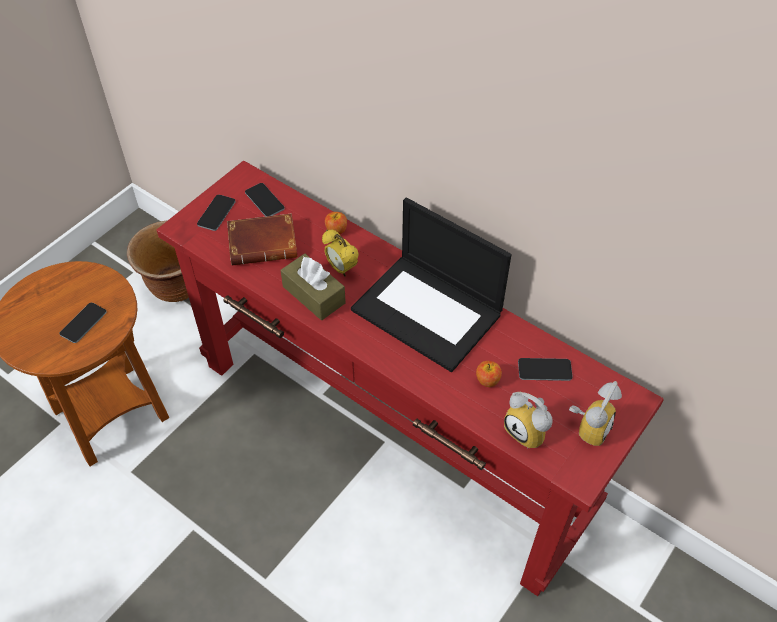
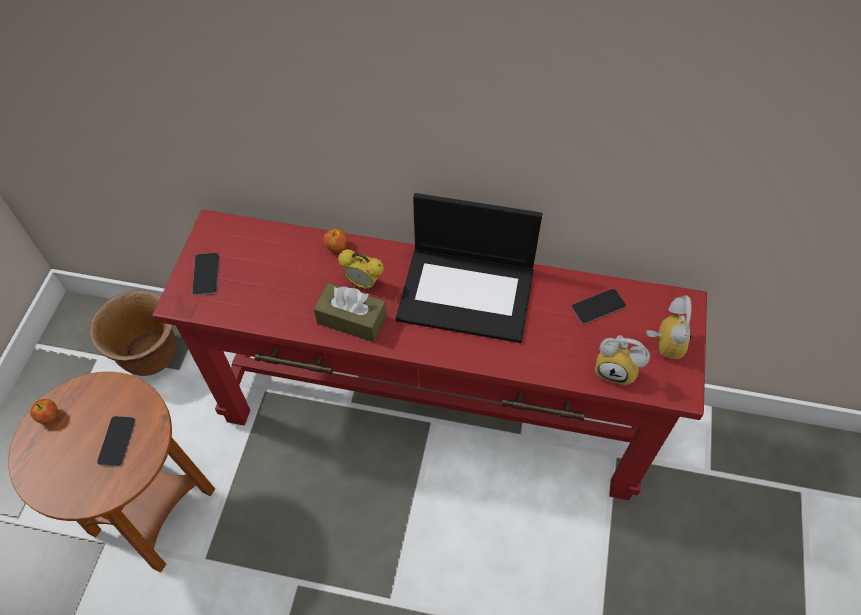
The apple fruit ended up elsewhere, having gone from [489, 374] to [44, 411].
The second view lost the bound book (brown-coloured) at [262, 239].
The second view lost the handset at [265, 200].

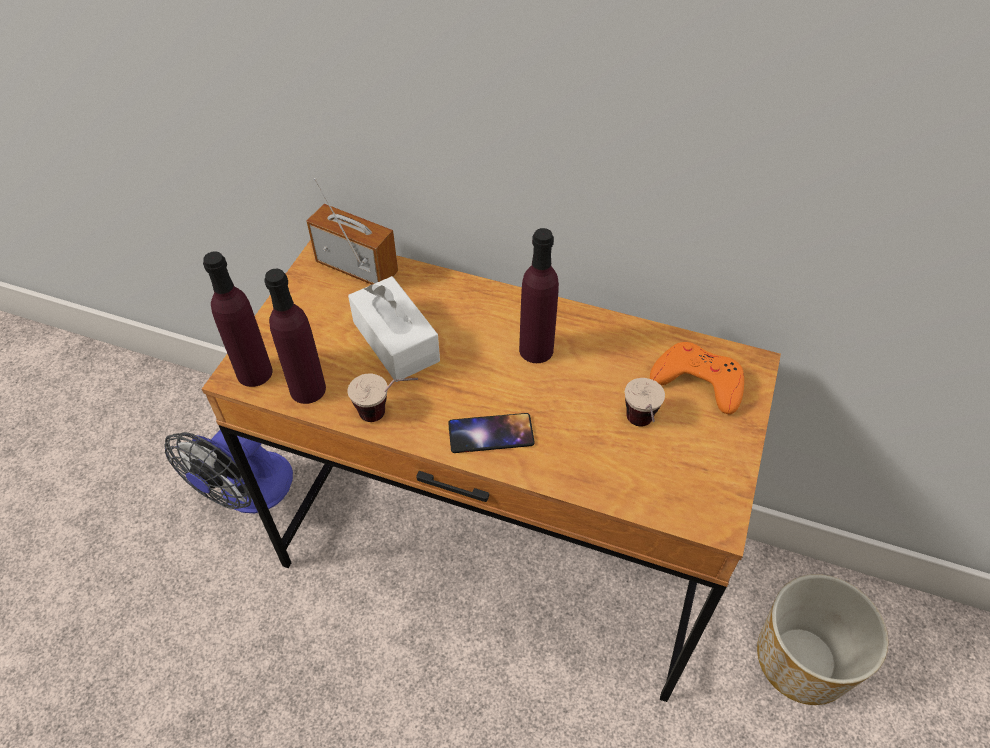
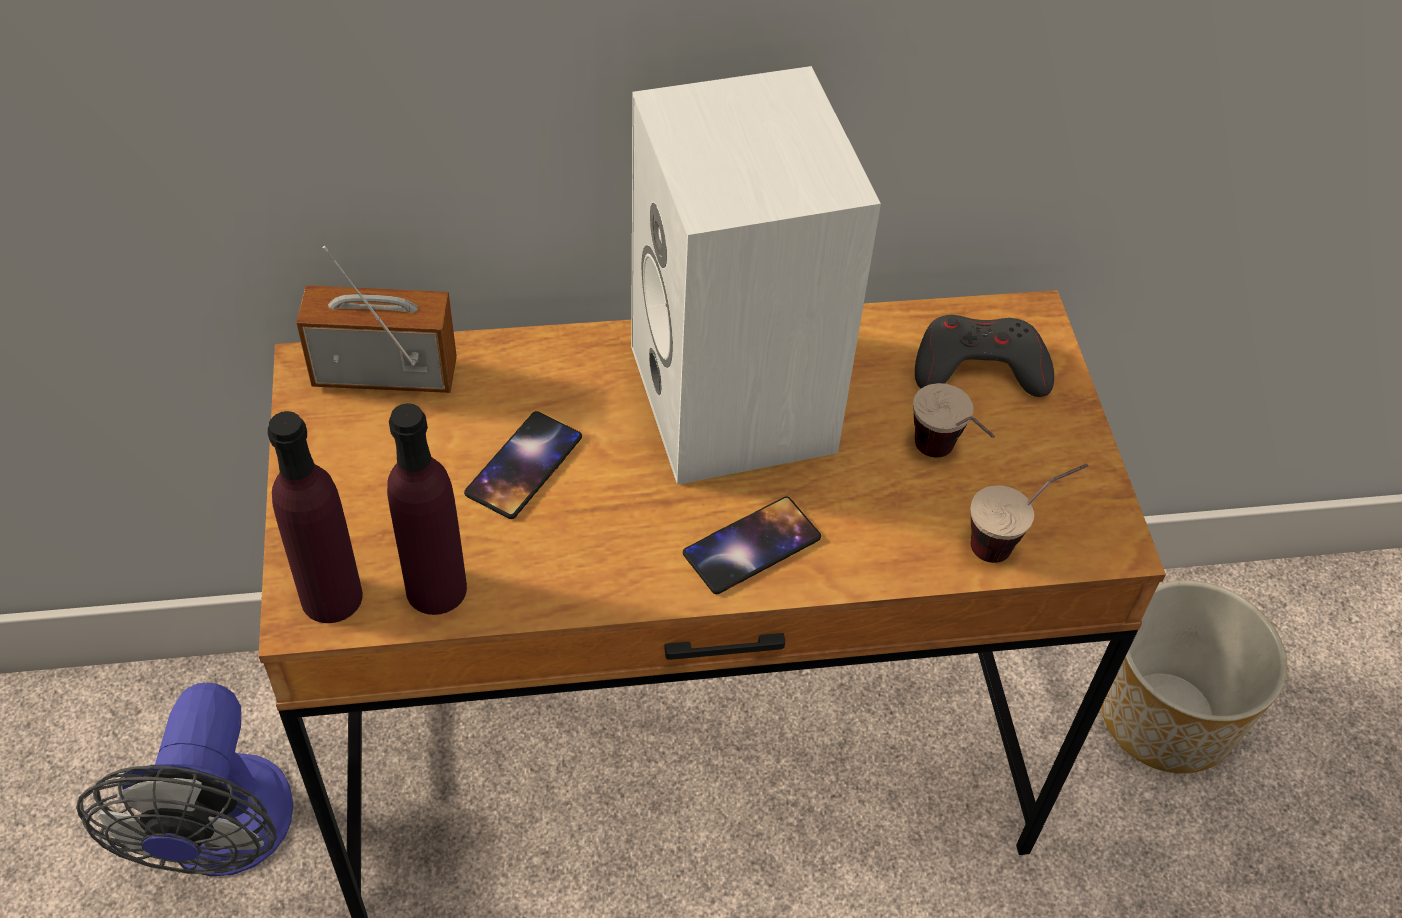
Where the tissue box (white) stood at [394, 329], the handset came to stand at [523, 465].
Where the drink bottle (purple-coloured) stood at [539, 295], the audio speaker (white) came to stand at [756, 275].
What was the gamepad (orange) at [697, 378] turned into the gamepad (gray) at [984, 356].
The drinking cup ended up elsewhere, having gone from [383, 397] to [1029, 513].

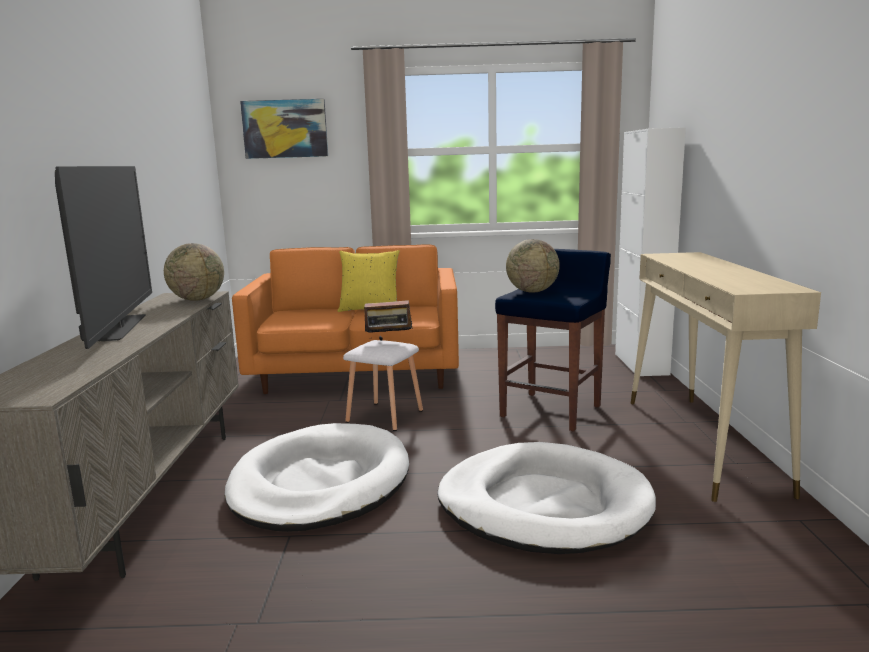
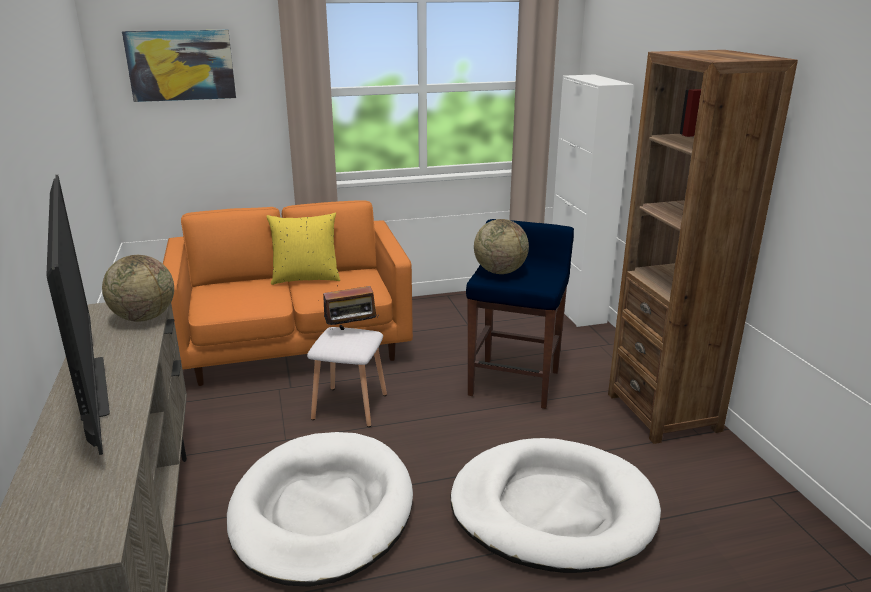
Where the console table (beige-coloured) stood at [726, 377], the bookcase (brown-coloured) came to stand at [703, 247].

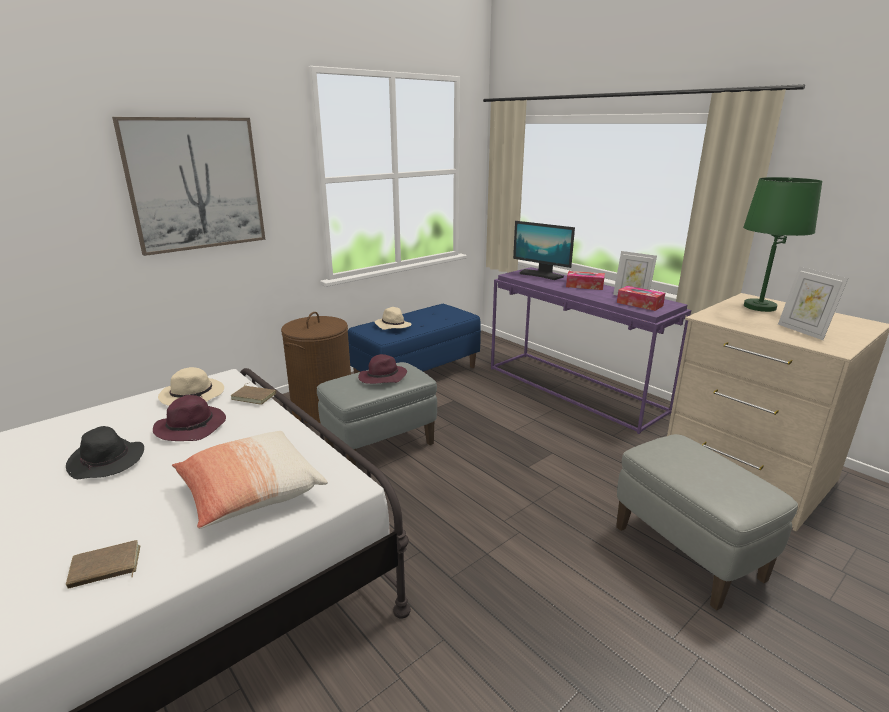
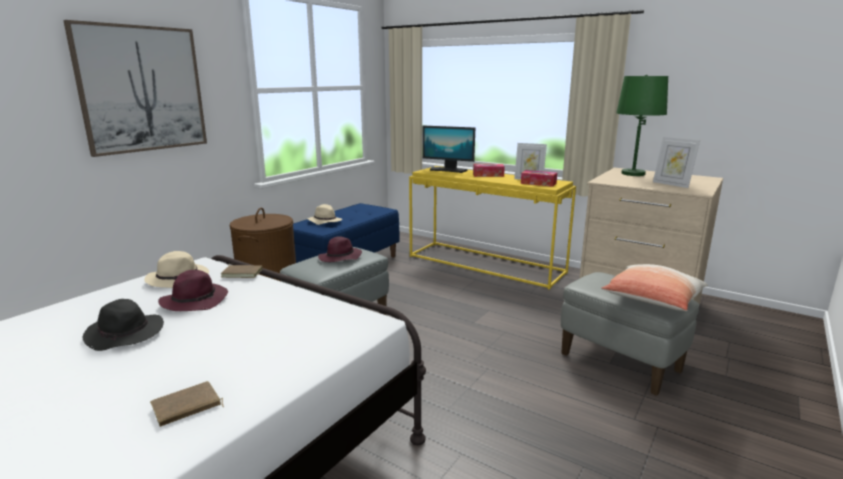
What was the console table (purple-coloured) at [591, 350] turned into the console table (yellow) at [492, 228].
The cushion ended up elsewhere, having gone from [250, 480] to [654, 287].

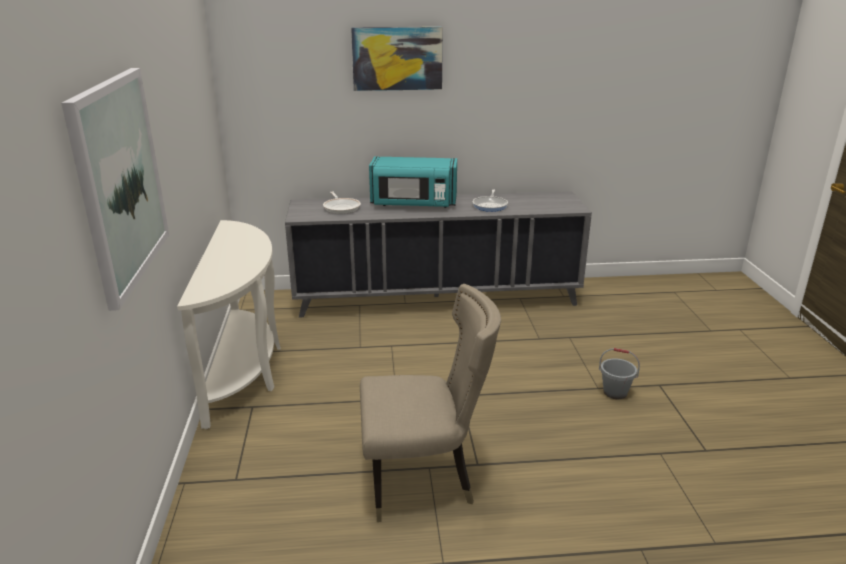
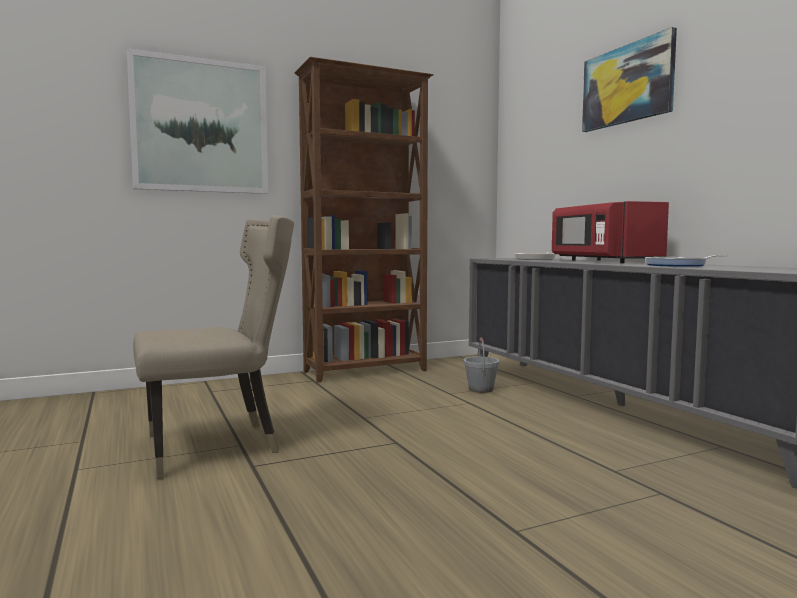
The chair (beige-coloured) at [430, 403] ended up facing another way, 90 degrees counterclockwise from before.
Where the console table (white) stood at [229, 324], the bookcase (brown-coloured) came to stand at [364, 219].
The bucket (gray) ended up elsewhere, having gone from [619, 373] to [481, 365].
What was the kitchen microwave (blue-green) at [413, 182] turned into the kitchen microwave (reddish) at [610, 232].

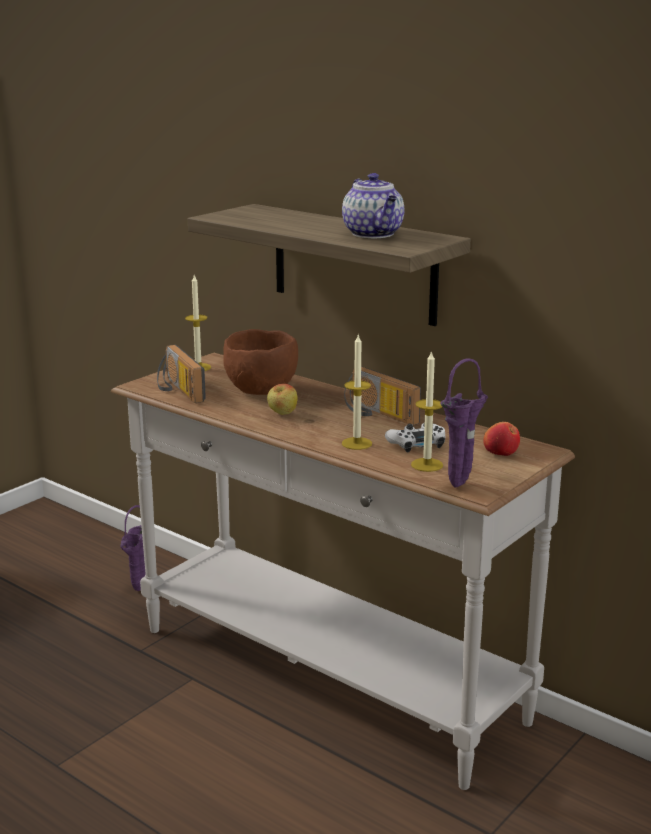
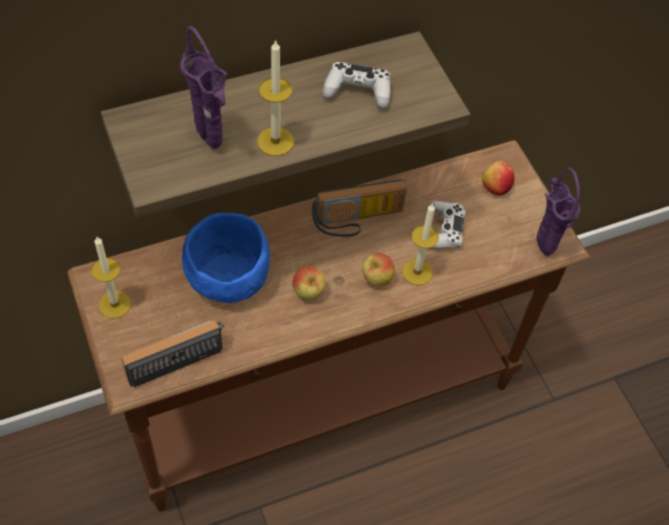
What was the console table (white) at [343, 571] turned into the console table (brown-coloured) at [329, 326].
The radio set at [181, 374] ended up facing another way, 150 degrees clockwise from before.
The decorative vase (purple-coloured) ended up elsewhere, having gone from [132, 548] to [204, 87].
What was the bowl (brown-coloured) at [260, 362] turned into the bowl (bluish) at [226, 258].
The wax light ended up elsewhere, having gone from [427, 411] to [275, 97].
Where the teapot stood at [373, 205], the gamepad (white) came to stand at [356, 85].
The second view gained the apple fruit at [378, 269].

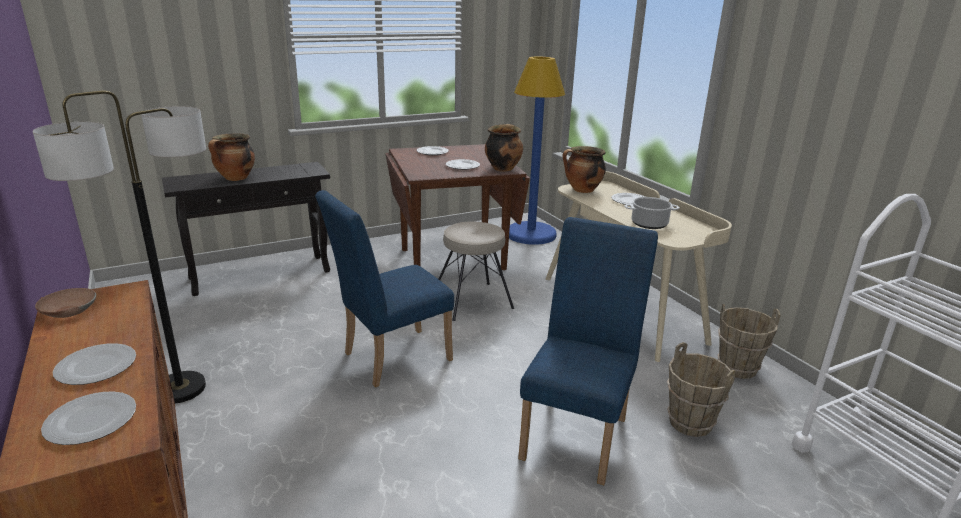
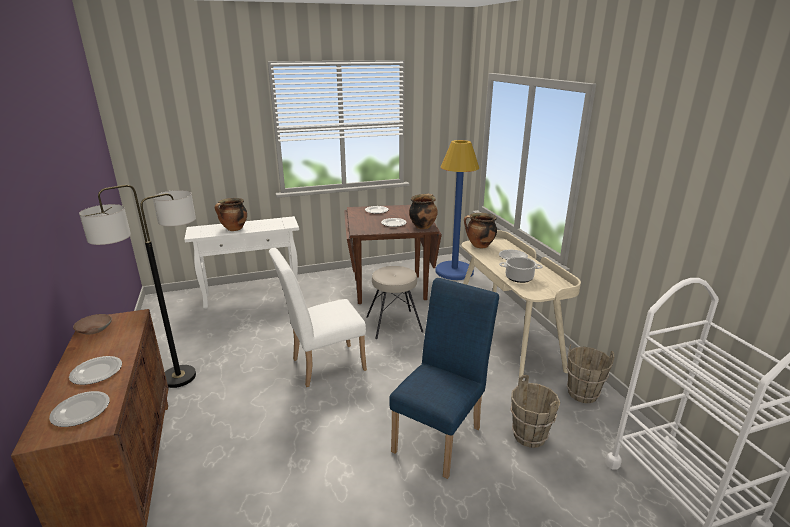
What was the console table (blackish) at [246, 229] turned into the console table (white) at [241, 262].
What was the chair (bluish) at [384, 288] turned into the chair (white) at [318, 317].

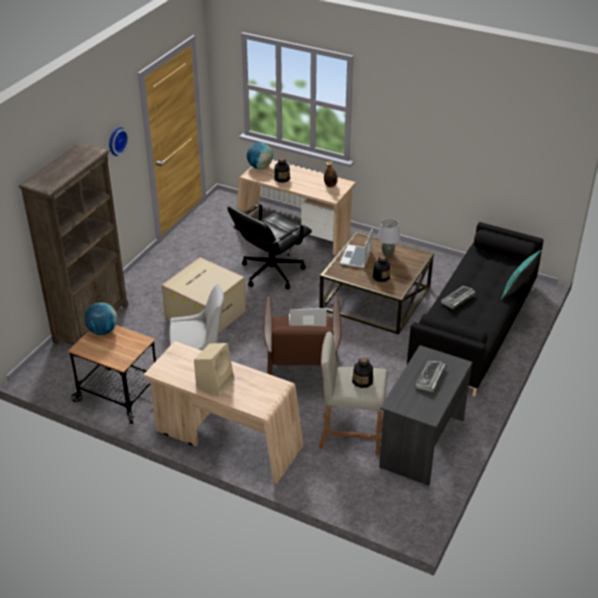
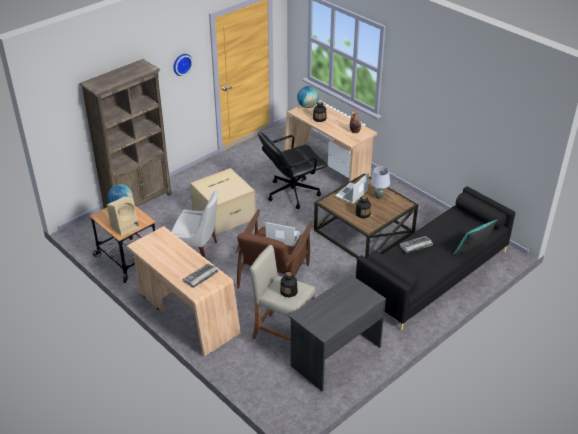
The audio speaker (beige-coloured) ended up elsewhere, having gone from [214, 369] to [123, 216].
The PC keyboard ended up elsewhere, having gone from [430, 376] to [200, 275].

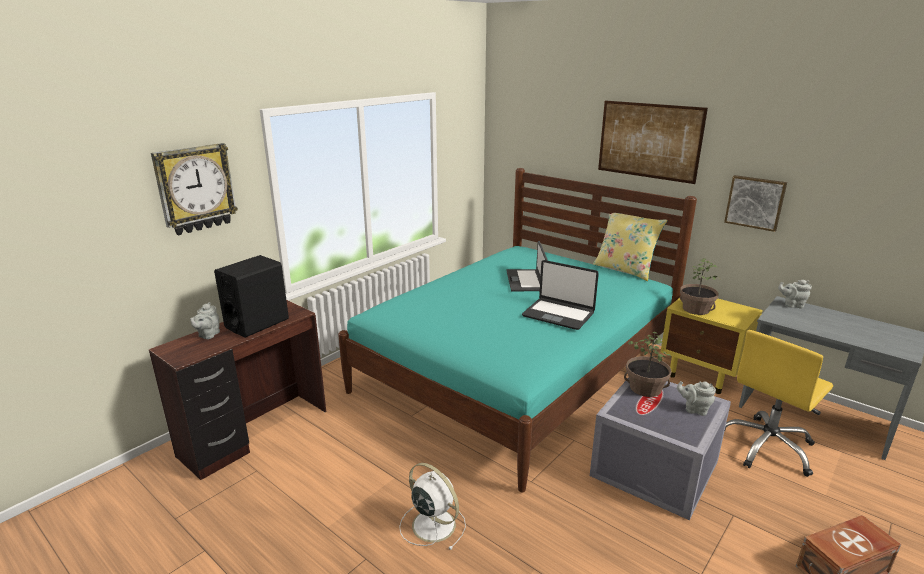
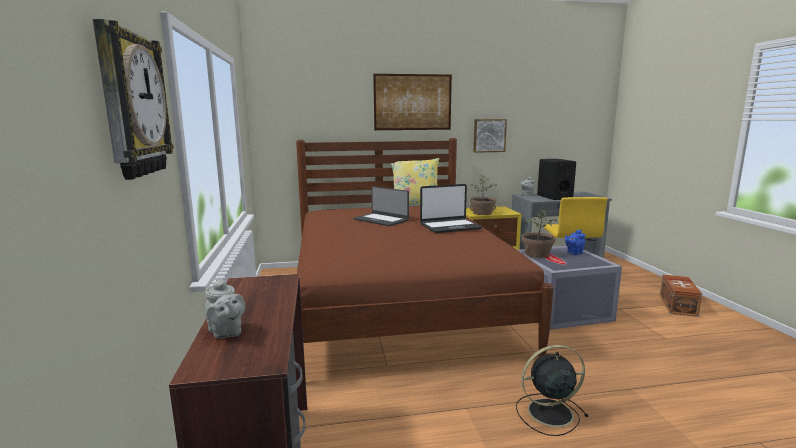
What was the sleeping bed (blue-green) at [517, 330] turned into the sleeping bed (brown-coloured) at [425, 247].
What was the cooling fan (white) at [432, 506] turned into the cooling fan (blackish) at [552, 390].
The audio speaker (blackish) ended up elsewhere, having gone from [251, 296] to [556, 179].
What was the teapot (gray) at [696, 398] turned into the teapot (bluish) at [575, 242].

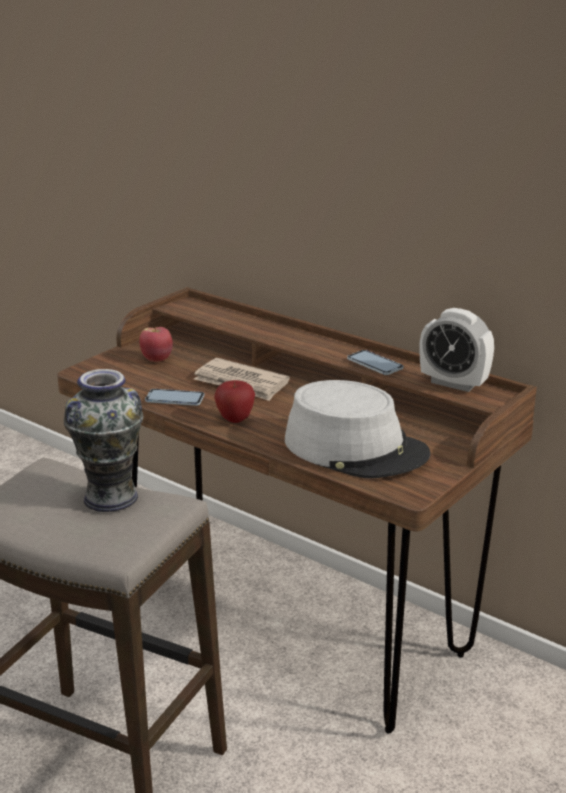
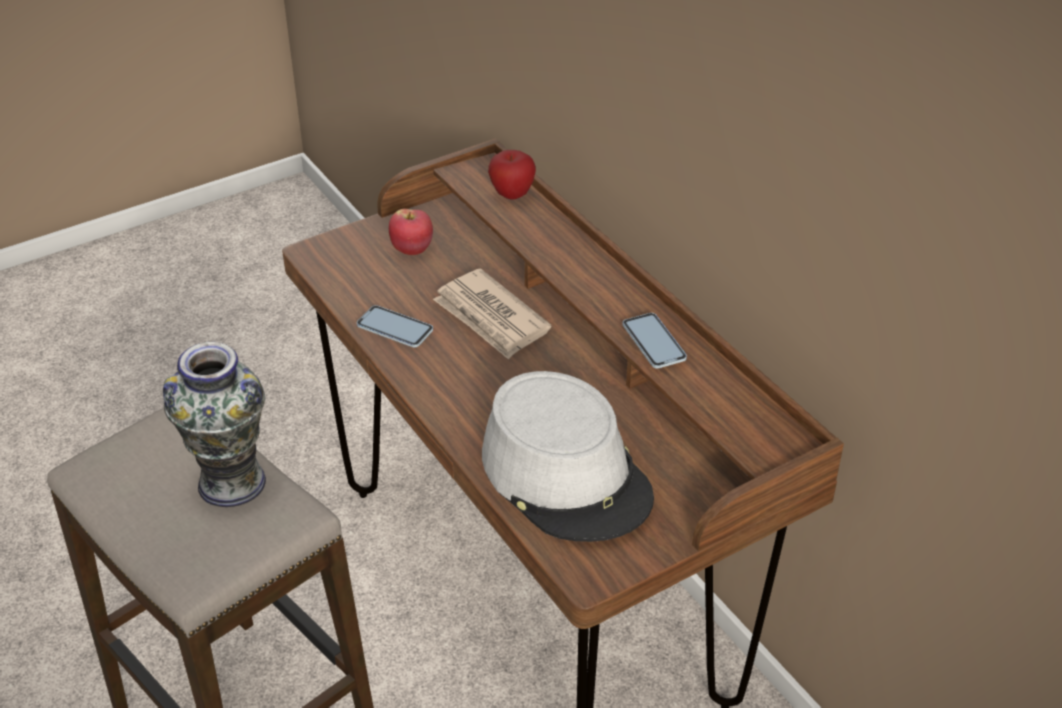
The apple fruit ended up elsewhere, having gone from [234, 401] to [512, 175].
The second view lost the alarm clock at [456, 350].

